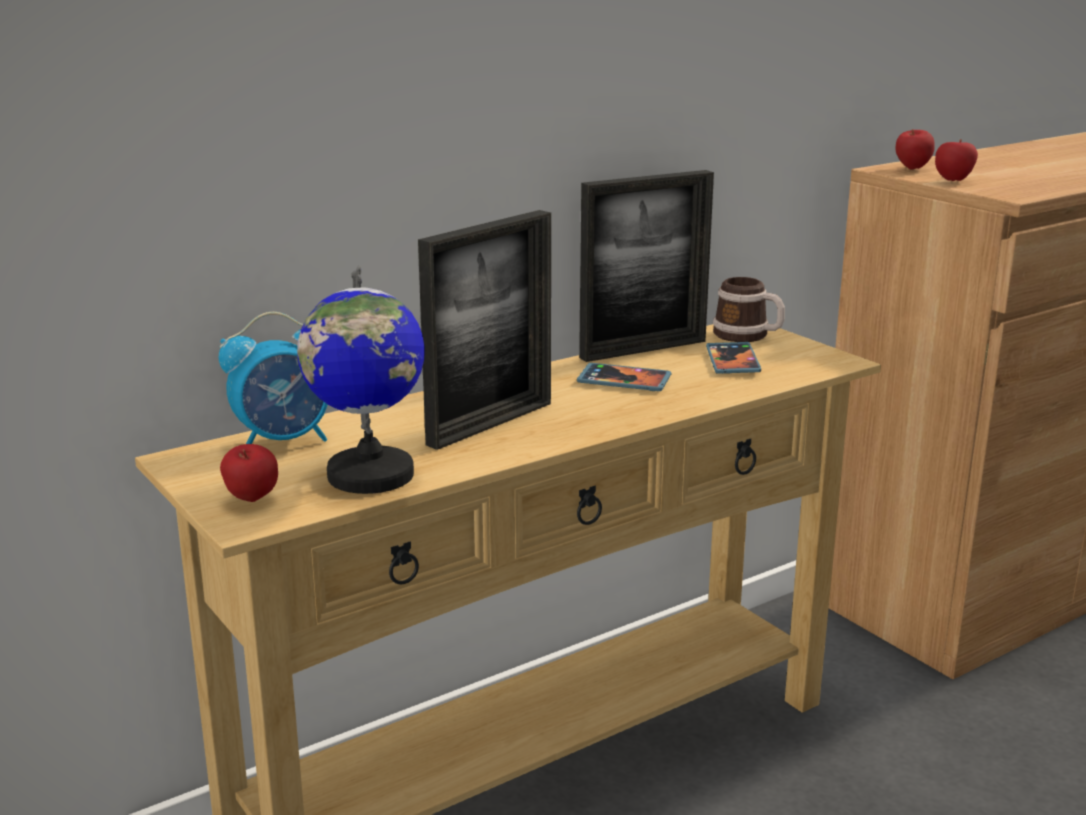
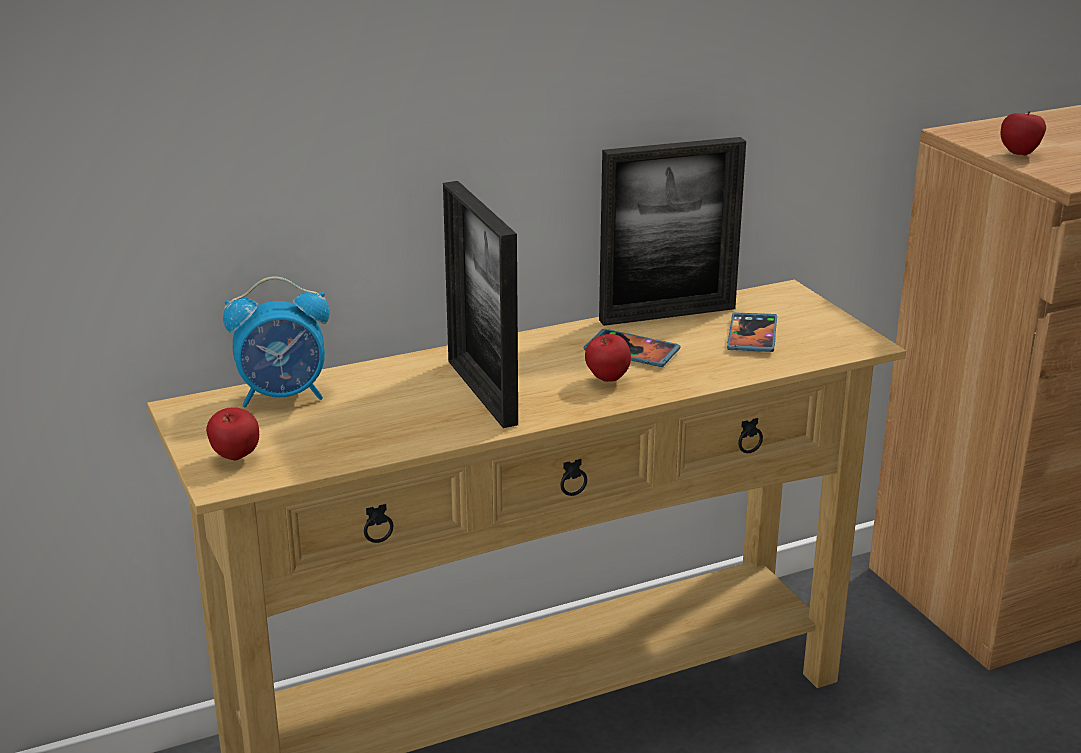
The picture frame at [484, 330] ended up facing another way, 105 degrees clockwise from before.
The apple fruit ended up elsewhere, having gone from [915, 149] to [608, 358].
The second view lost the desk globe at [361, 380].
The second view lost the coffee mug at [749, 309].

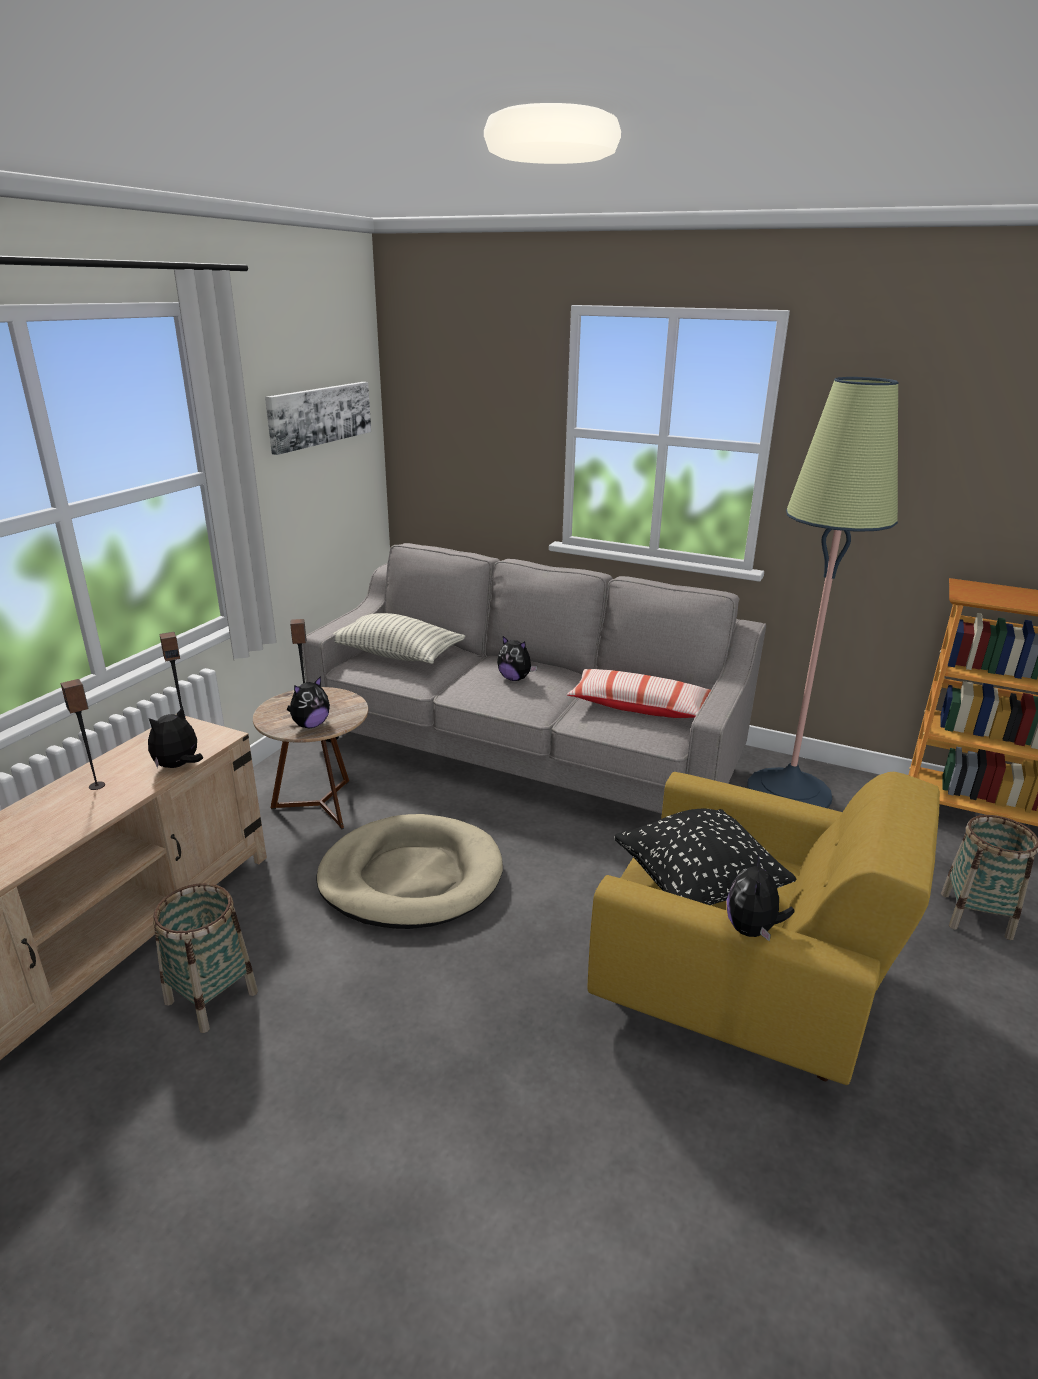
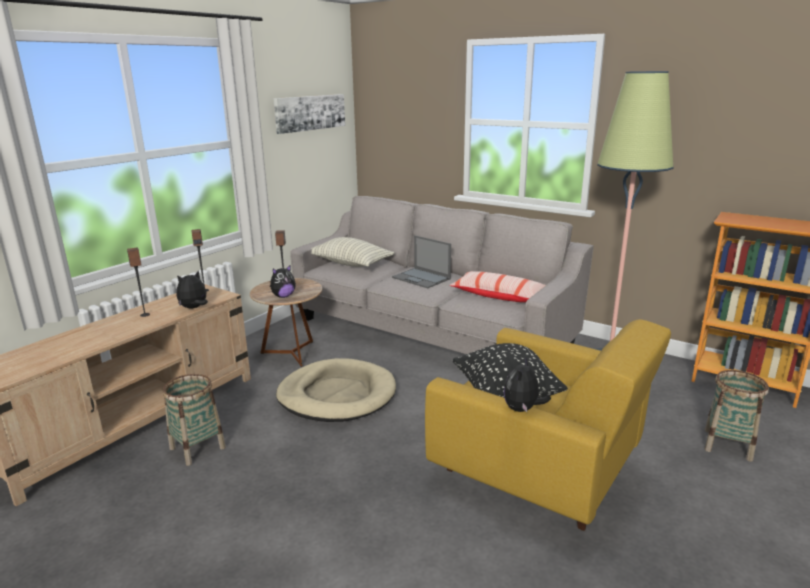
Where the cuddly toy stood at [517, 658], the laptop came to stand at [421, 261].

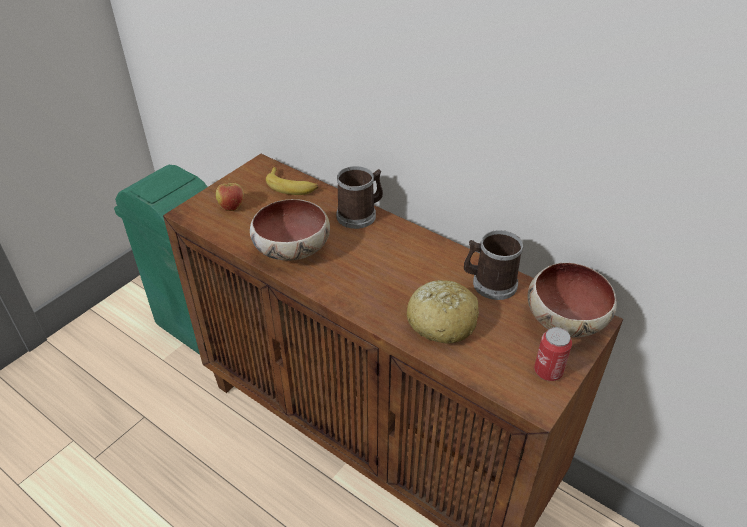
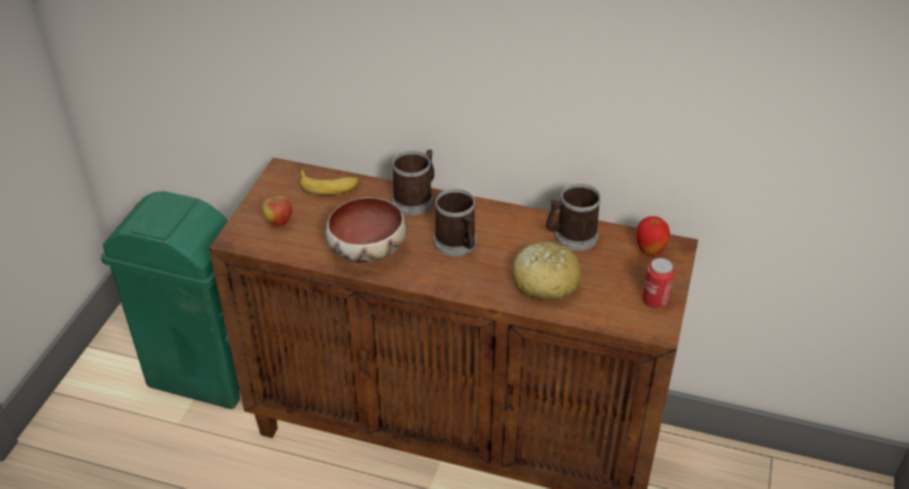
The second view gained the coffee mug at [455, 222].
Where the bowl stood at [572, 299], the apple fruit came to stand at [653, 236].

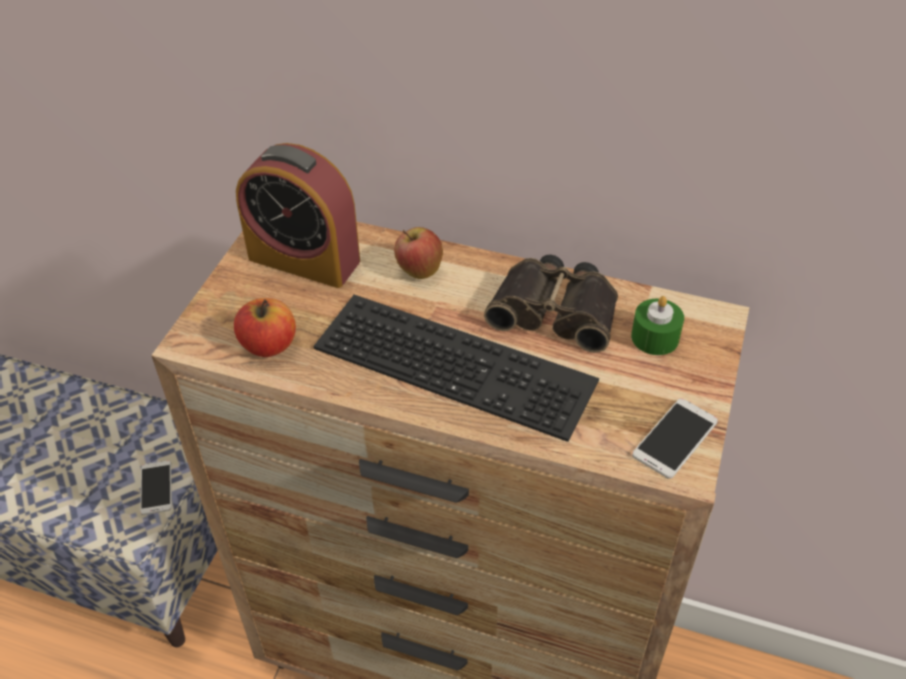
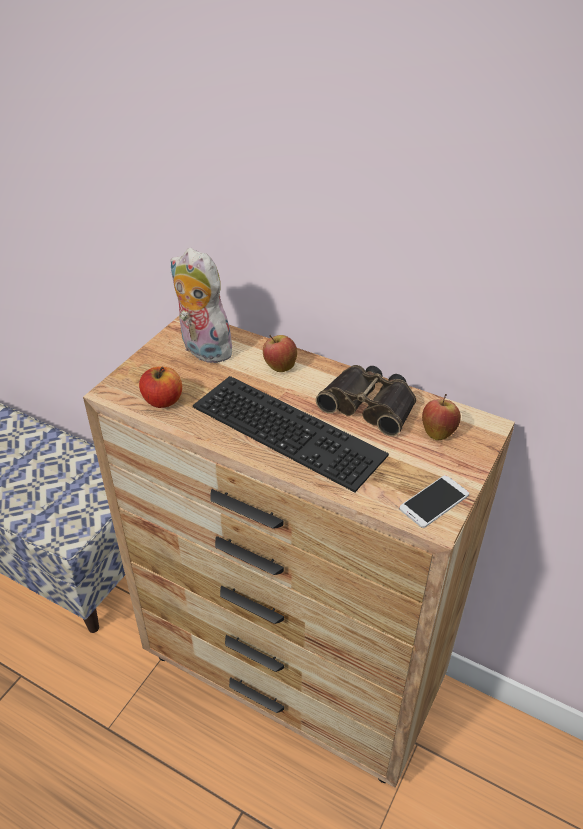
Where the alarm clock stood at [298, 215], the cuddly toy came to stand at [202, 305].
Where the wax light (greenish) stood at [657, 325], the apple fruit came to stand at [441, 417].
The second view lost the handset at [156, 487].

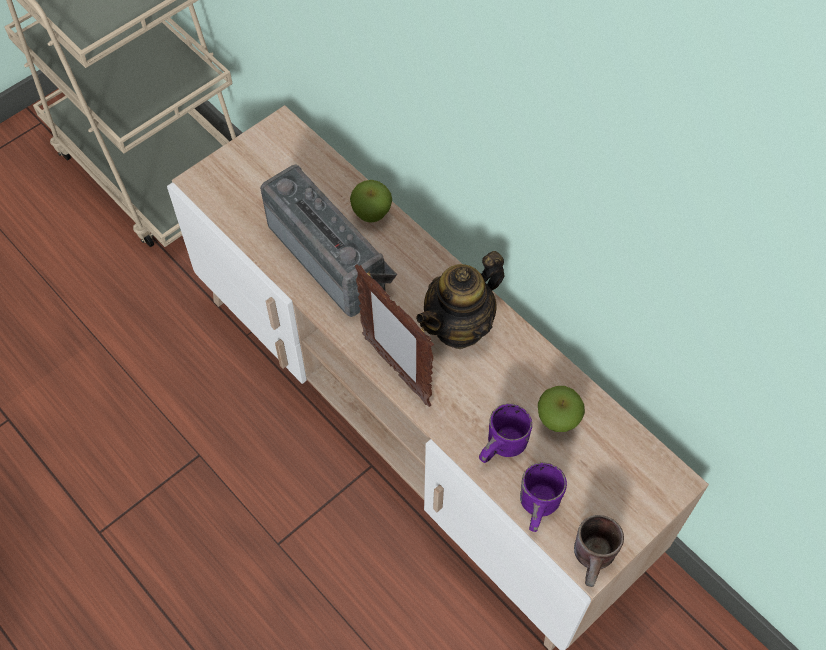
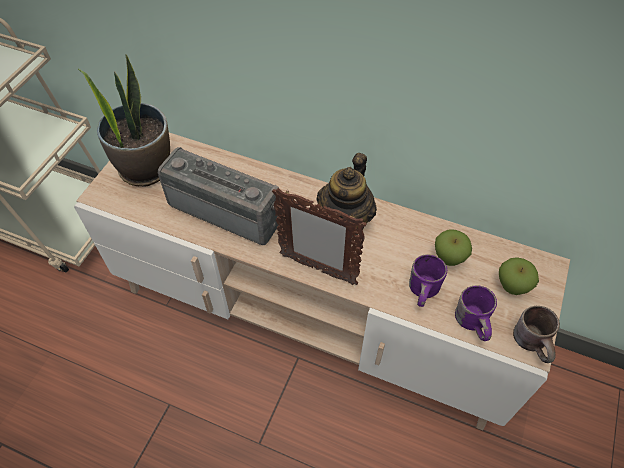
The second view gained the houseplant at [123, 120].
The apple fruit ended up elsewhere, having gone from [371, 201] to [519, 276].

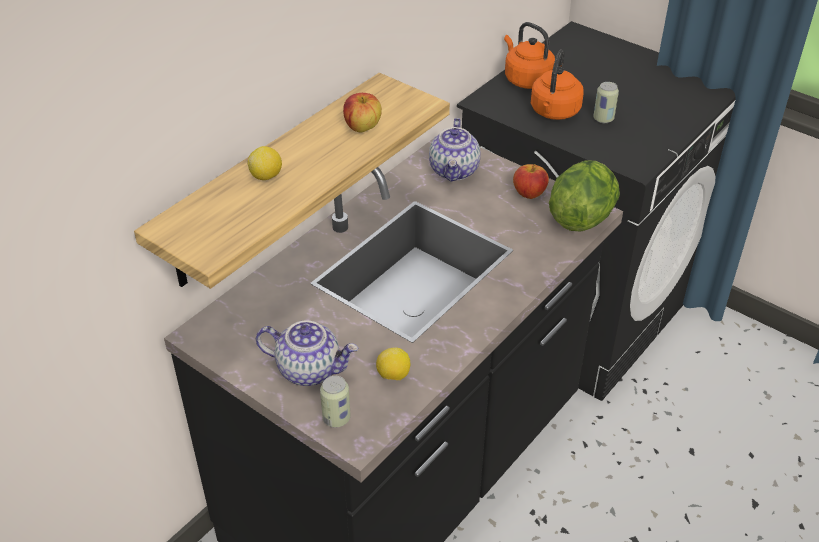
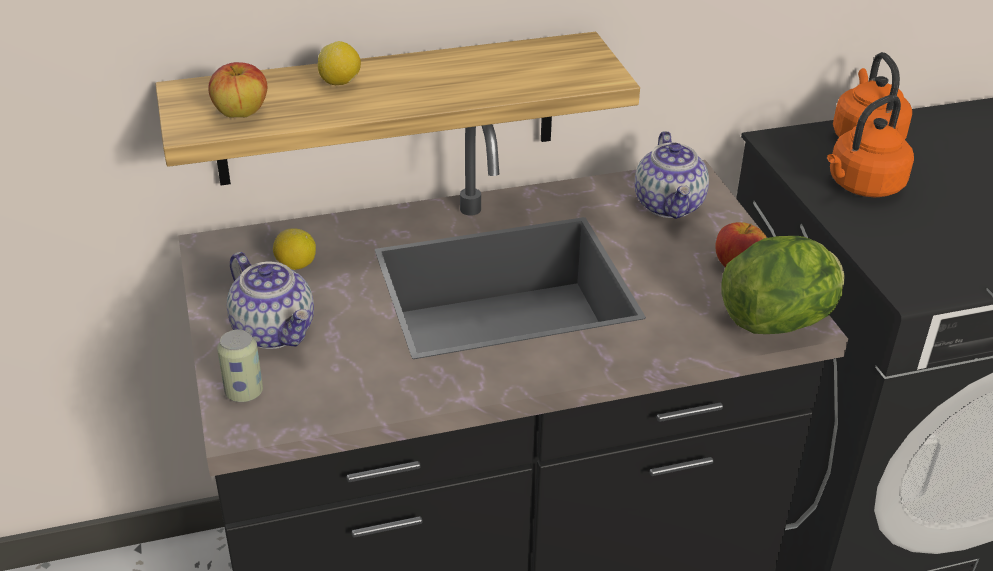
The apple fruit ended up elsewhere, having gone from [362, 112] to [237, 90].
The lemon ended up elsewhere, having gone from [393, 363] to [294, 249].
The teapot at [455, 150] ended up facing another way, 45 degrees counterclockwise from before.
The second view lost the sealed can at [606, 102].

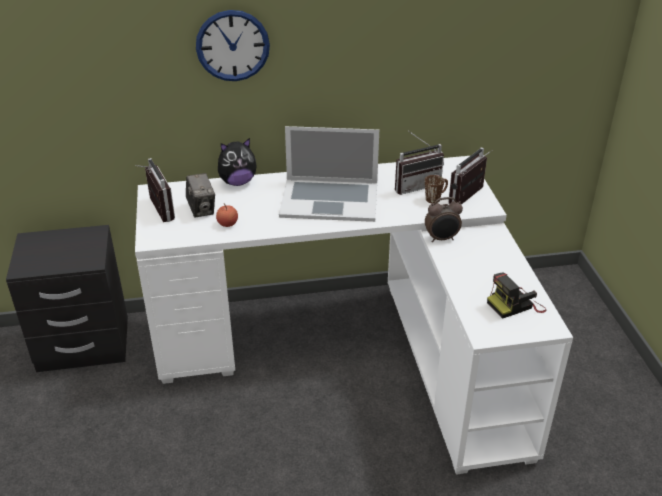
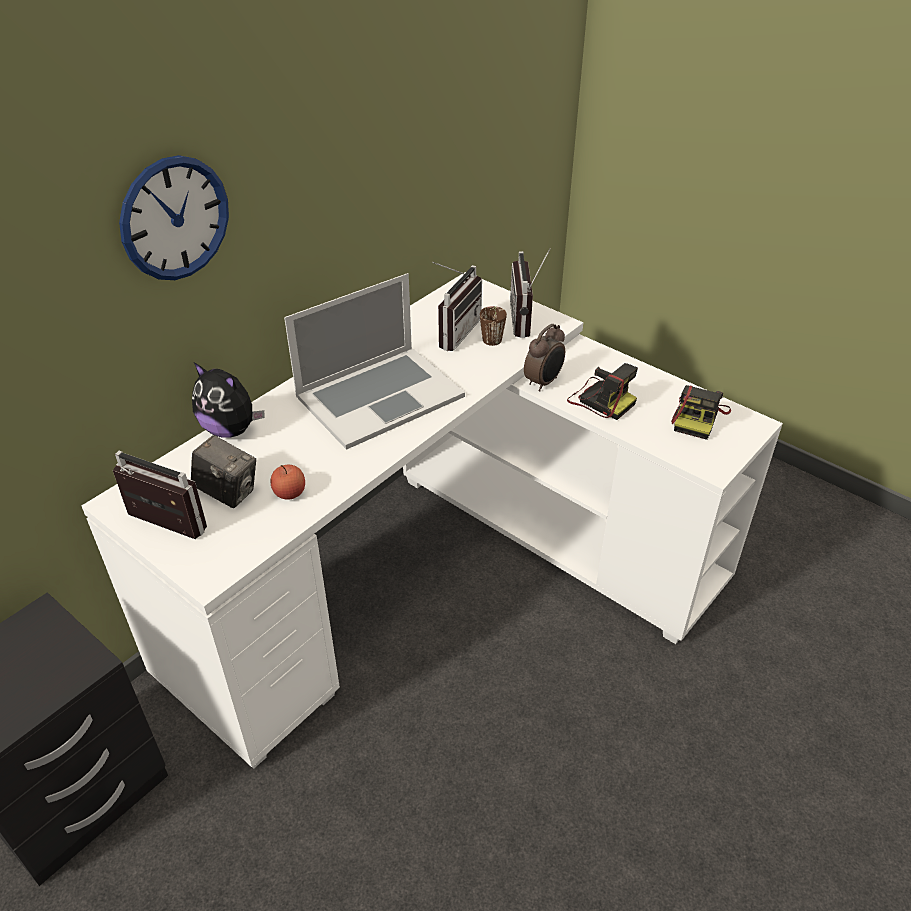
The cuddly toy at [237, 162] ended up facing another way, 90 degrees clockwise from before.
The second view gained the photo camera at [602, 391].

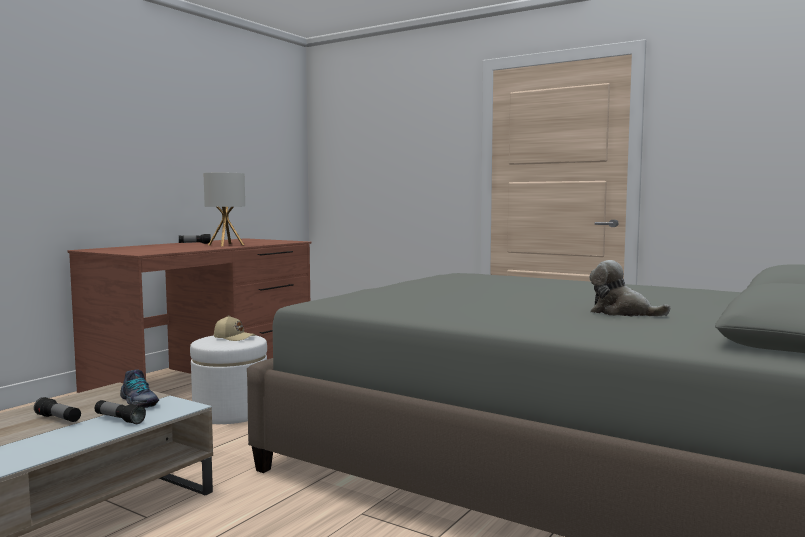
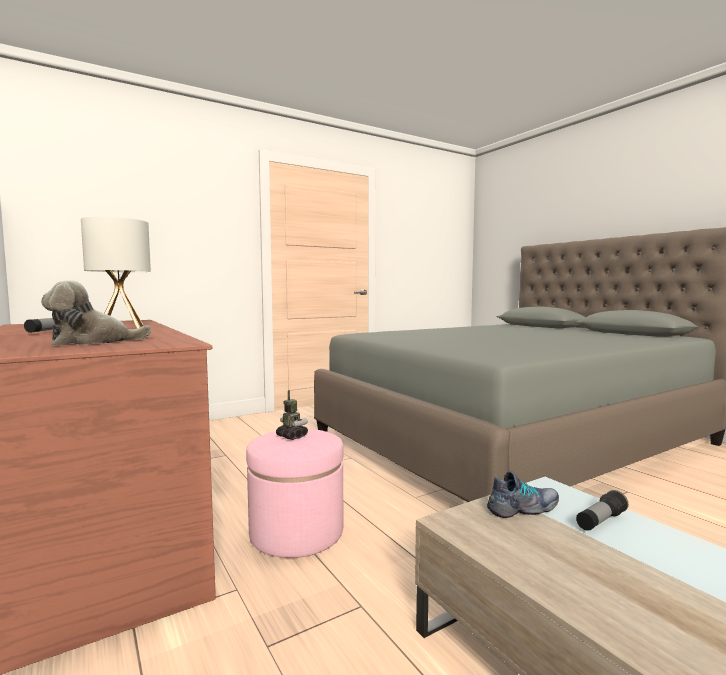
The cuddly toy ended up elsewhere, having gone from [630, 288] to [96, 313].
What was the pouffe (white) at [228, 379] turned into the pouffe (pink-coloured) at [295, 493].
Where the cap (beige-coloured) stood at [235, 328], the model robot came to stand at [292, 415].
The second view lost the flashlight at [57, 409].

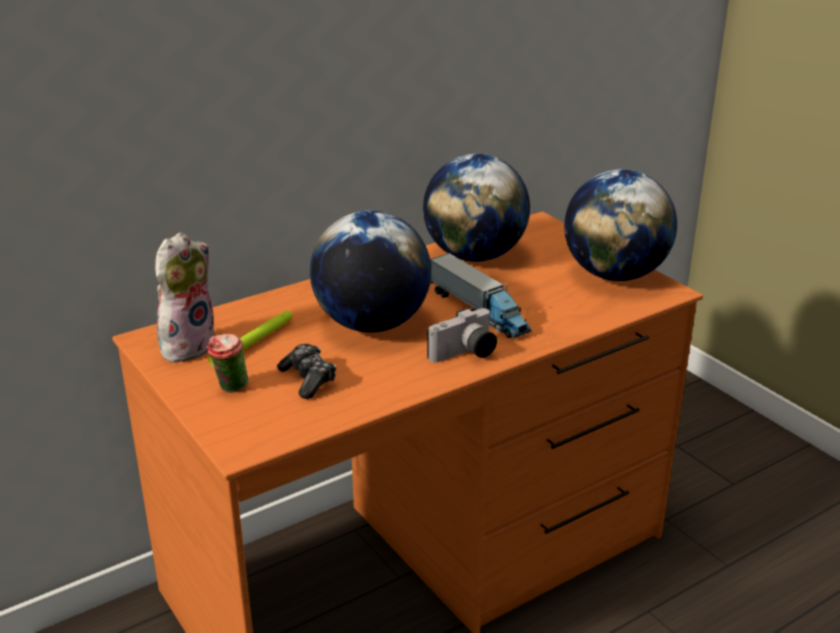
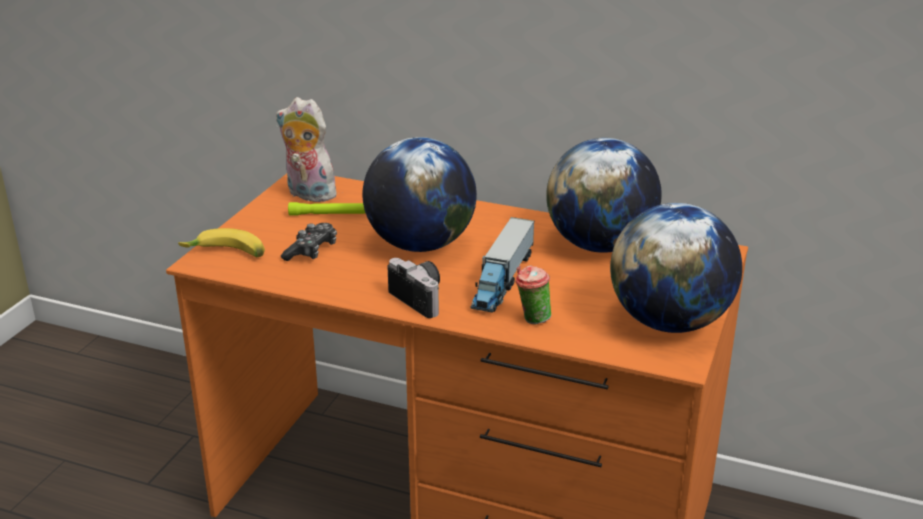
The second view gained the banana fruit at [221, 242].
The cuddly toy at [185, 297] ended up facing another way, 150 degrees counterclockwise from before.
The photo camera at [462, 335] ended up facing another way, 150 degrees counterclockwise from before.
The drinking cup ended up elsewhere, having gone from [227, 363] to [533, 294].

